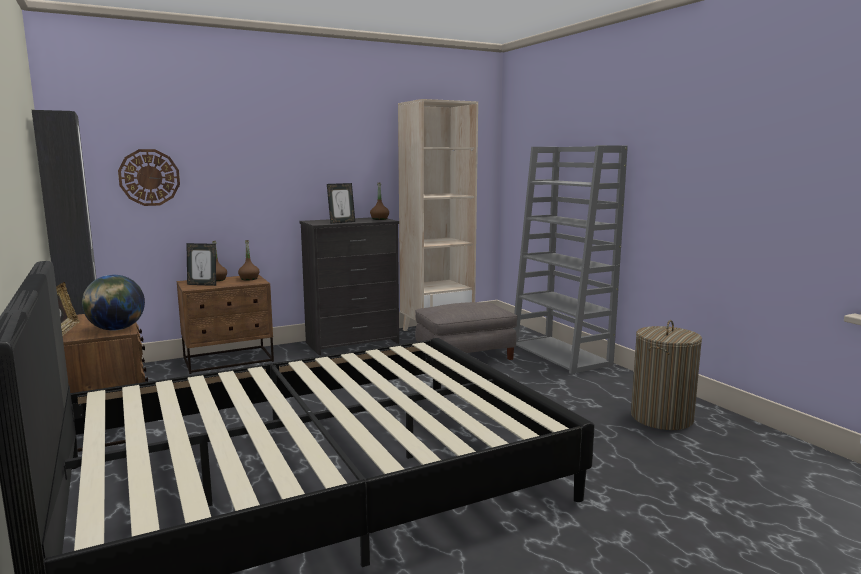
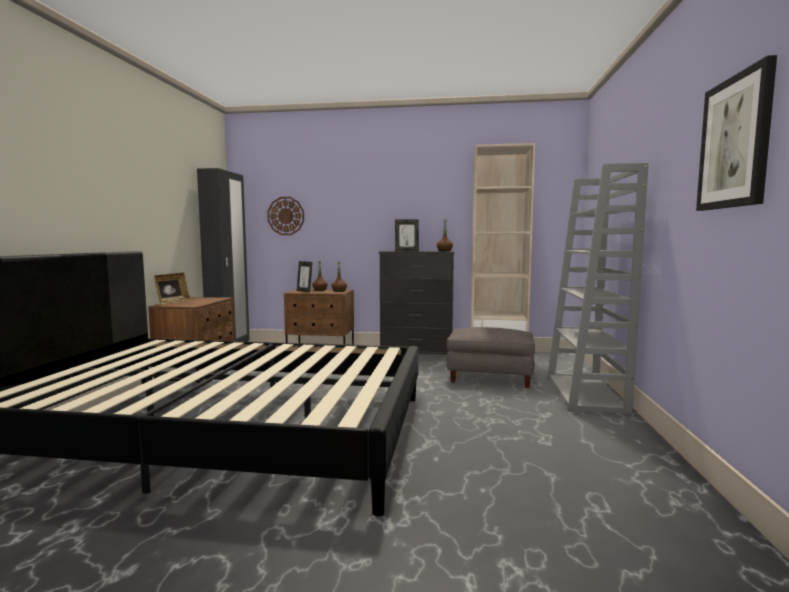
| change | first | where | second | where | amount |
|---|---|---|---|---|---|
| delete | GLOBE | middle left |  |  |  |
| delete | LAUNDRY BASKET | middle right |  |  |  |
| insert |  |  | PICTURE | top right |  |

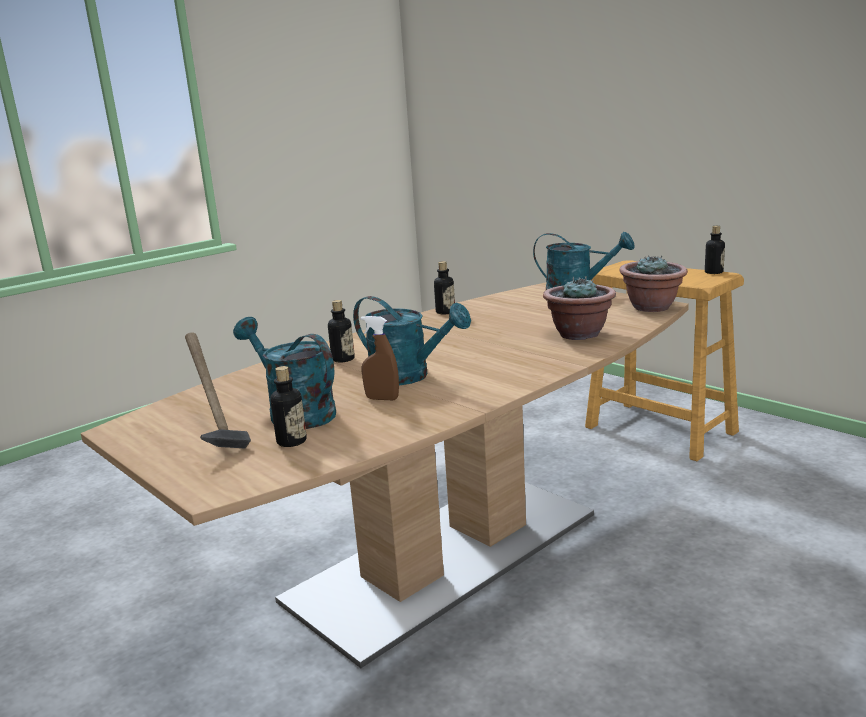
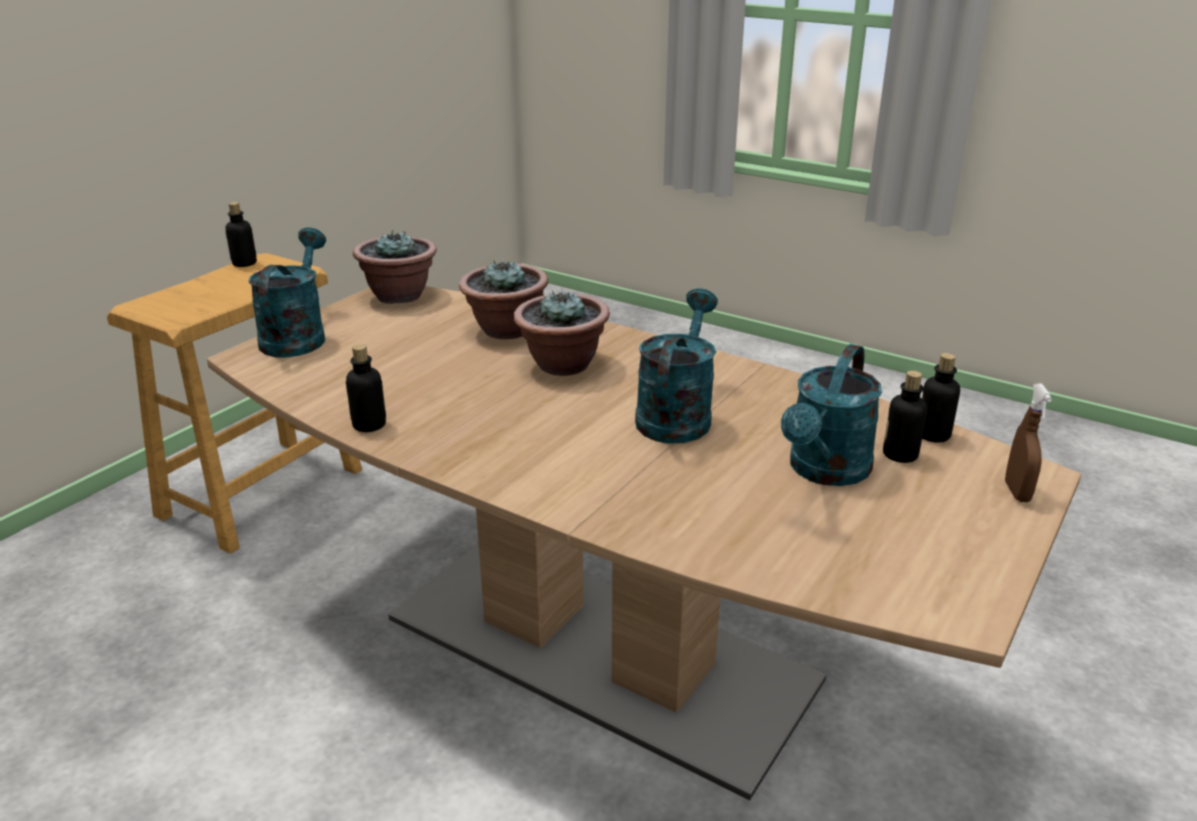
| change | first | where | second | where | amount |
|---|---|---|---|---|---|
| move | BOTTLE (2nd from left in the first image) | centre | BOTTLE (4th from left) | middle right |  |
| move | BROWN SPRAY BOTTLE | centre |  | middle right |  |
| delete | HAMMER | middle left |  |  |  |
| insert |  |  | POTTED PLANT (3rd from left) | centre |  |

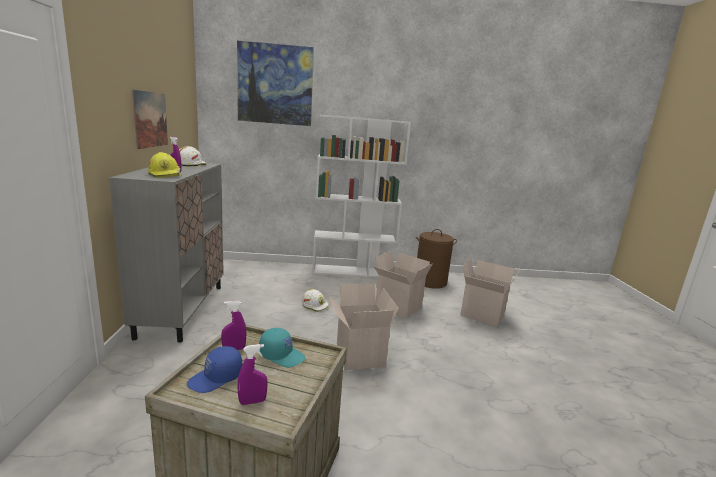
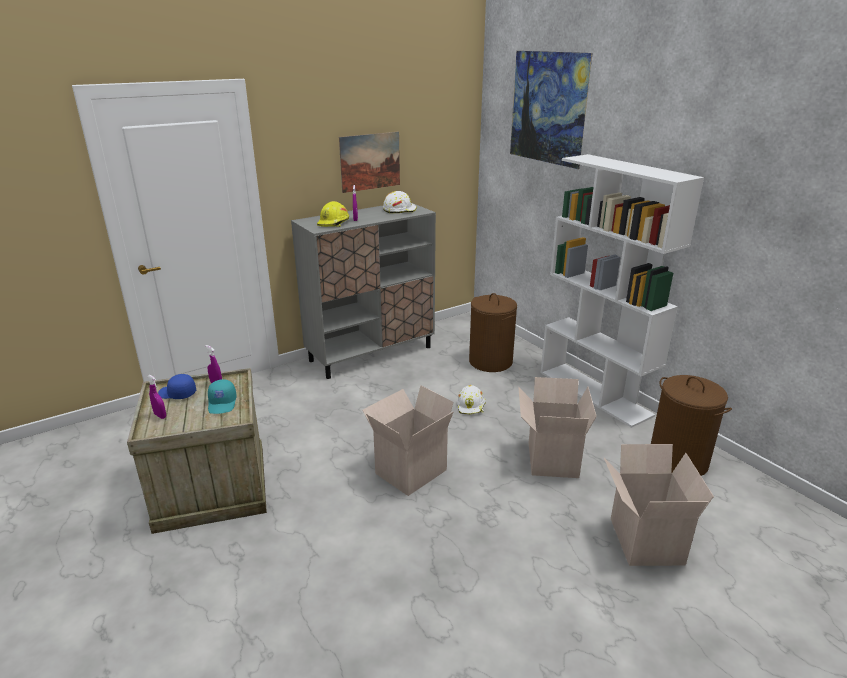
| change | first | where | second | where | amount |
|---|---|---|---|---|---|
| insert |  |  | BROWN LAUNDRY BASKET (1st from left) | centre |  |

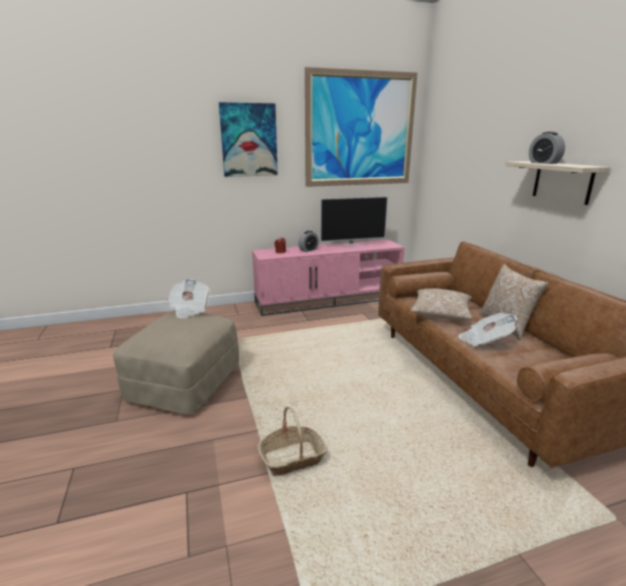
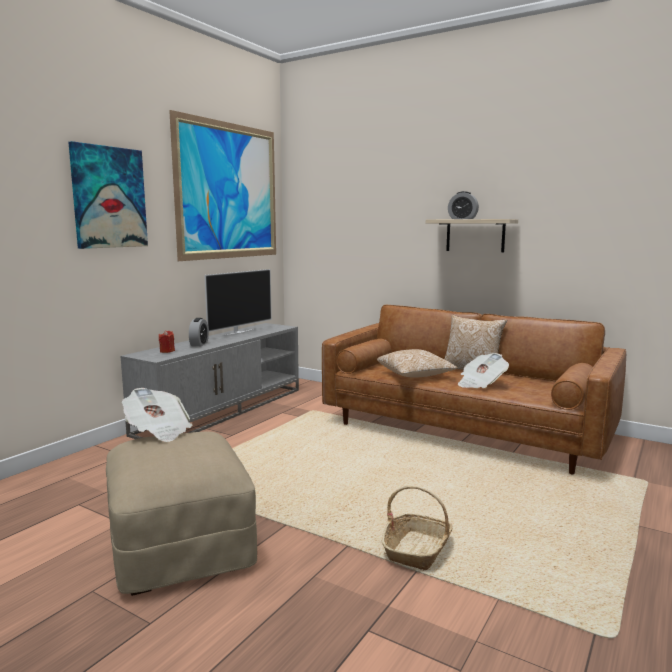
| change | first | where | second | where | amount |
|---|---|---|---|---|---|
| recolor | PINK TV STAND | centre | GREY TV STAND | middle left |  |

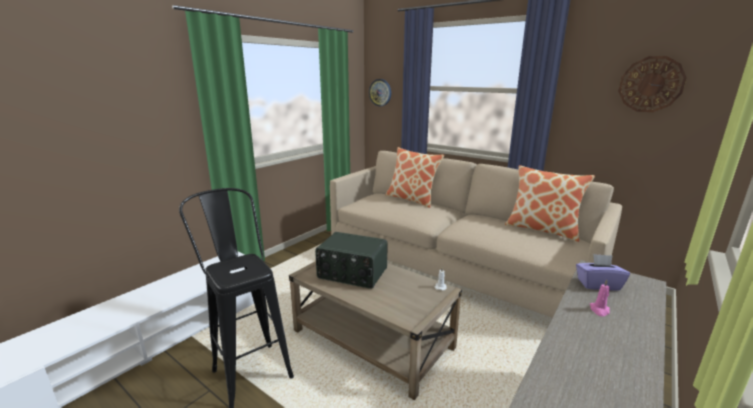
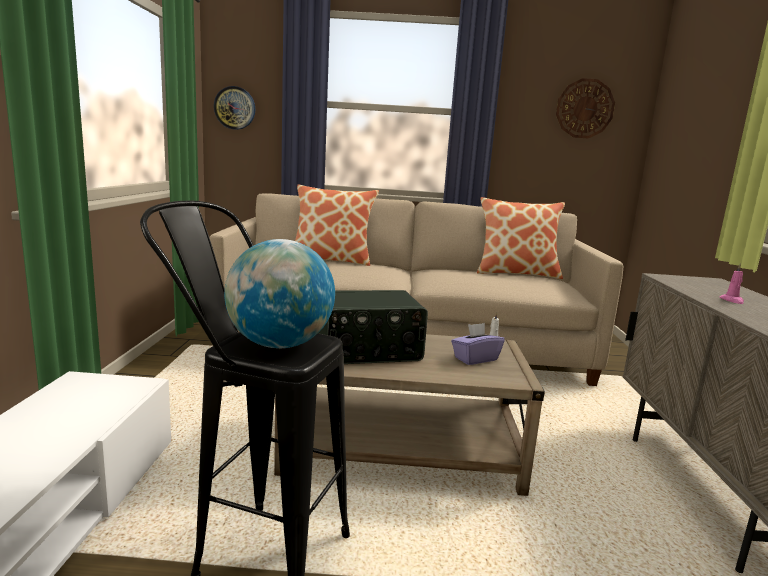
| change | first | where | second | where | amount |
|---|---|---|---|---|---|
| move | PURPLE TISSUE BOX | bottom right |  | centre |  |
| insert |  |  | GLOBE | centre |  |

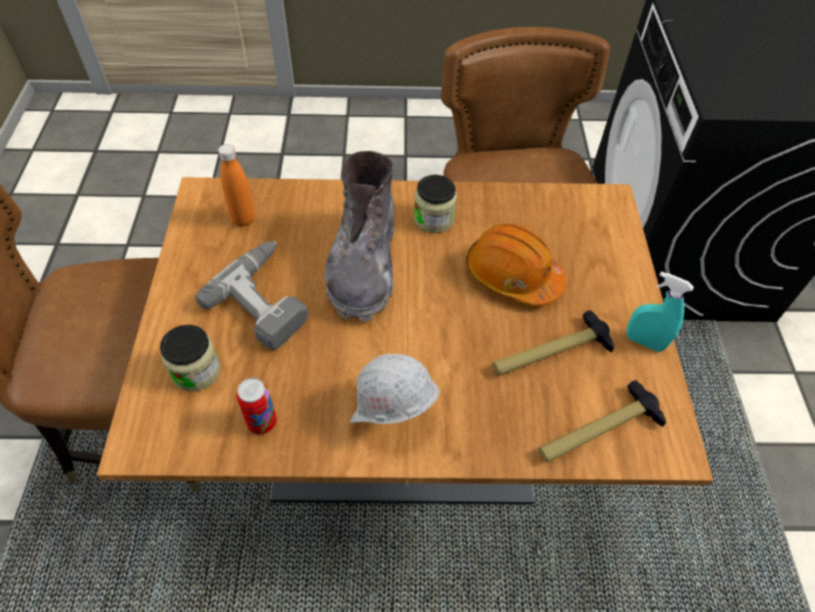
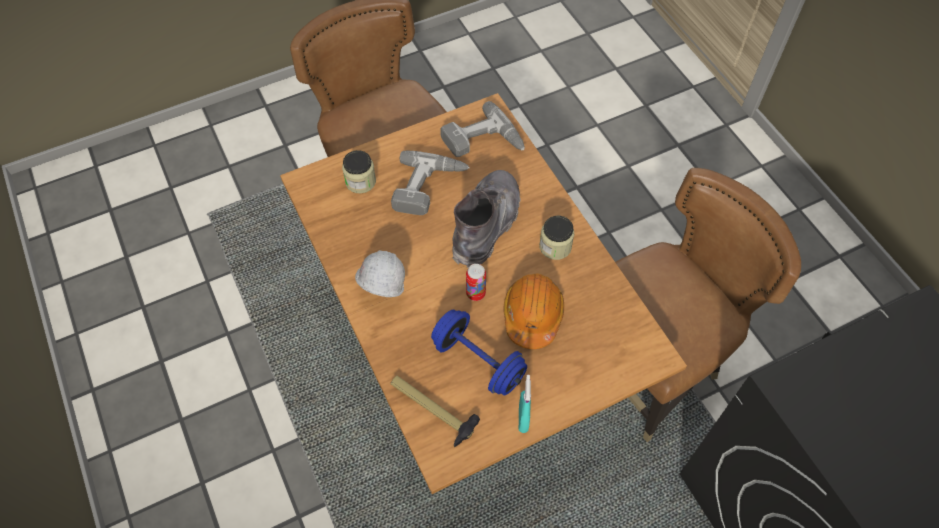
| change | first | where | second | where | amount |
|---|---|---|---|---|---|
| replace | ORANGE BOTTLE | top left | POWER DRILL (2nd from left) | top centre |  |
| rotate | GREY BOOT | centre |  | centre | 135 degrees clockwise |
| replace | HAMMER (1st from left) | middle right | BLUE DUMBBELL | bottom centre |  |
| move | CAN | middle left |  | centre |  |

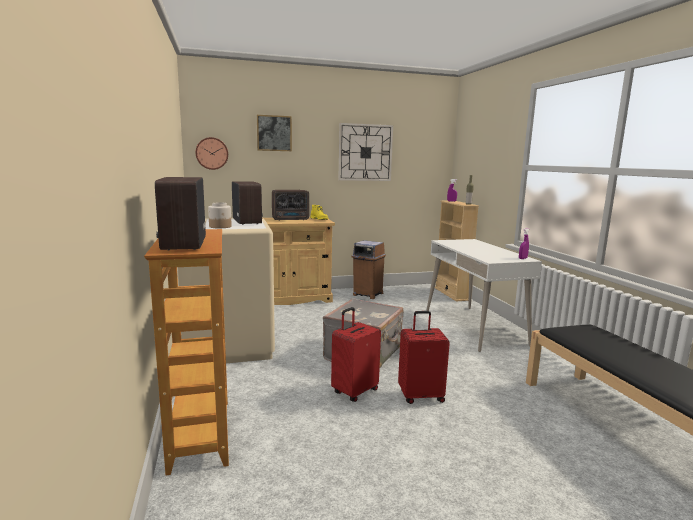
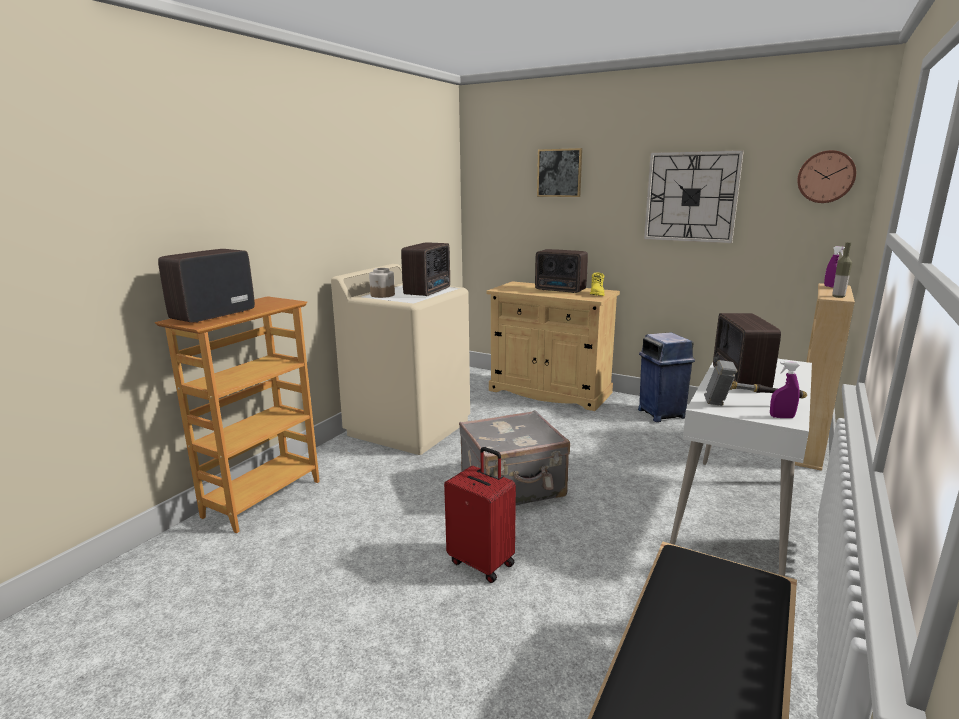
| change | first | where | second | where | amount |
|---|---|---|---|---|---|
| move | WALL CLOCK (1st from left in the first image) | top left | WALL CLOCK (2nd from left) | top right |  |
| recolor | BROWN TRASH CAN | centre | BLUE TRASH CAN | middle right |  |
| delete | RED SUITCASE (1st from left) | bottom centre |  |  |  |
| insert |  |  | RADIO (4th from left) | middle right |  |
| insert |  |  | HAMMER | middle right |  |

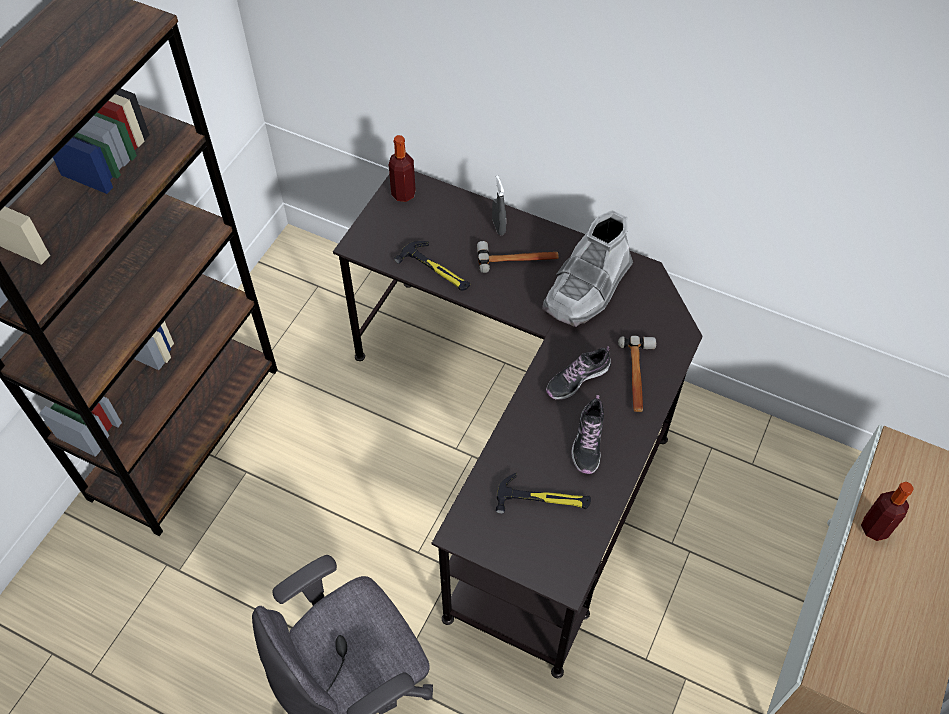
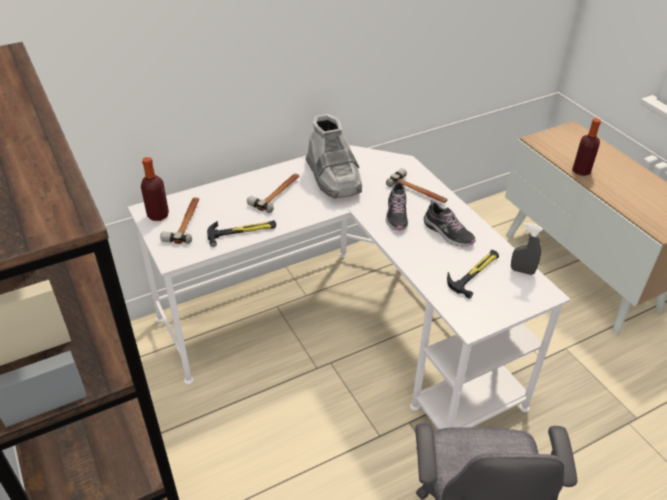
| change | first | where | second | where | amount |
|---|---|---|---|---|---|
| recolor | BLACK DESK | centre | WHITE DESK | centre |  |
| move | GREY SPRAY BOTTLE | top centre |  | middle right |  |
| insert |  |  | HAMMER (1st from left) | middle left |  |

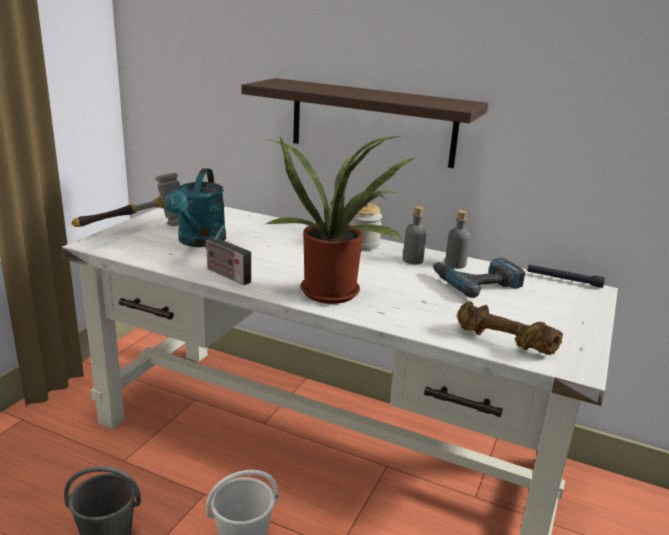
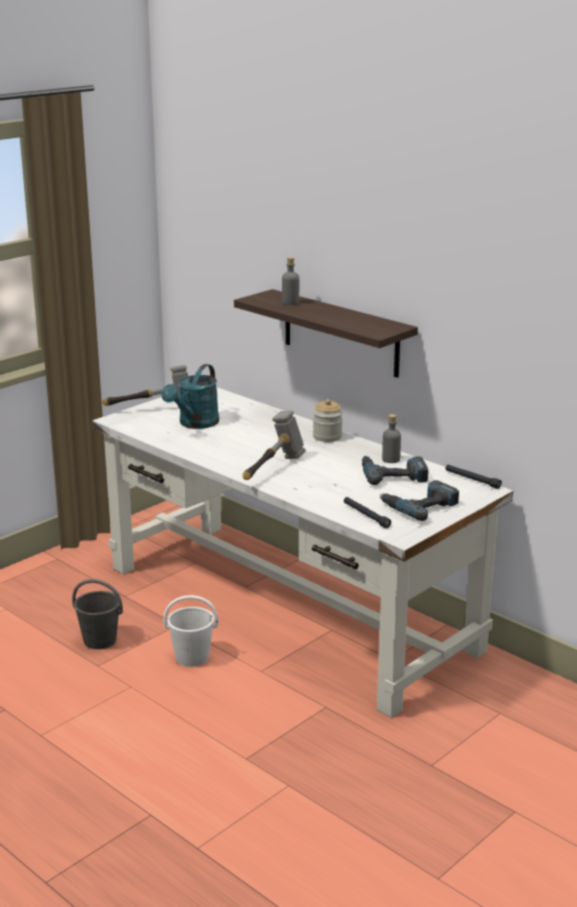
| change | first | where | second | where | amount |
|---|---|---|---|---|---|
| replace | POTTED PLANT | centre | HAMMER (2nd from left) | centre |  |
| move | GREY BOTTLE (1st from left) | centre |  | top centre |  |
| delete | RADIO | centre |  |  |  |
| replace | BROWN DUMBBELL | middle right | BLACK FLASHLIGHT (1st from left) | centre |  |
| insert |  |  | POWER DRILL (2nd from left) | middle right |  |

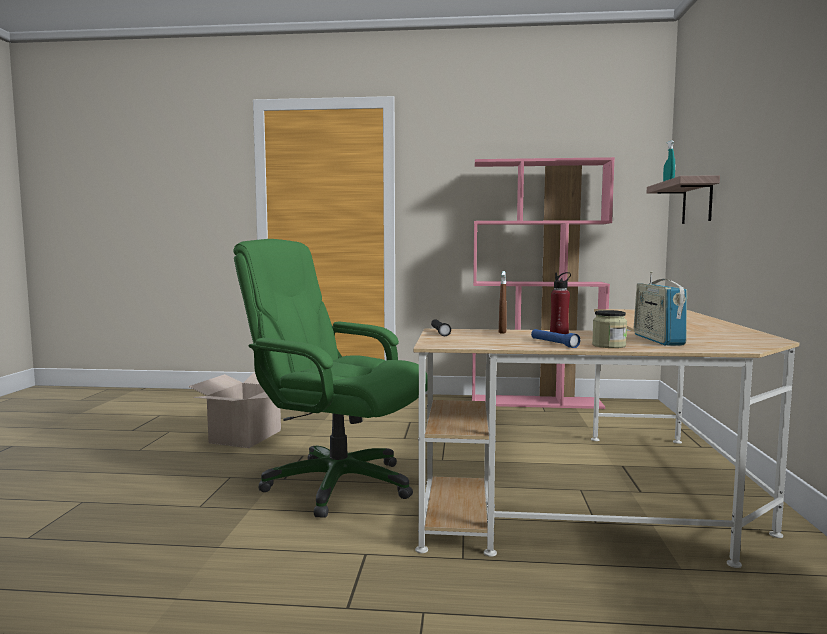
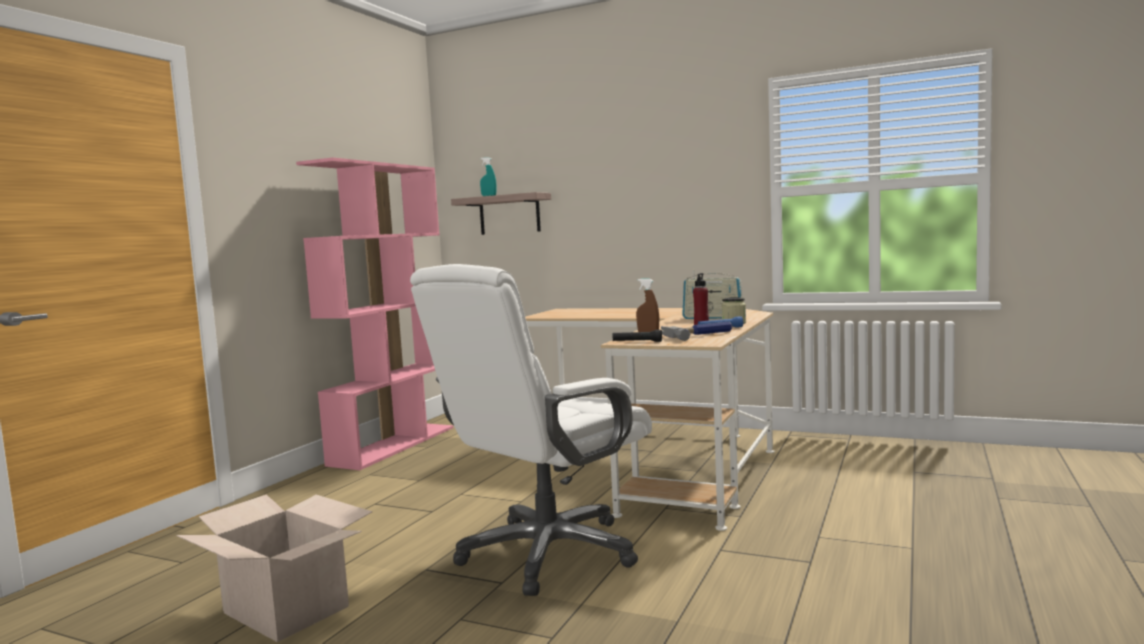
| change | first | where | second | where | amount |
|---|---|---|---|---|---|
| recolor | GREEN OFFICE CHAIR | centre | WHITE OFFICE CHAIR | bottom centre |  |
| insert |  |  | HAMMER | centre |  |

